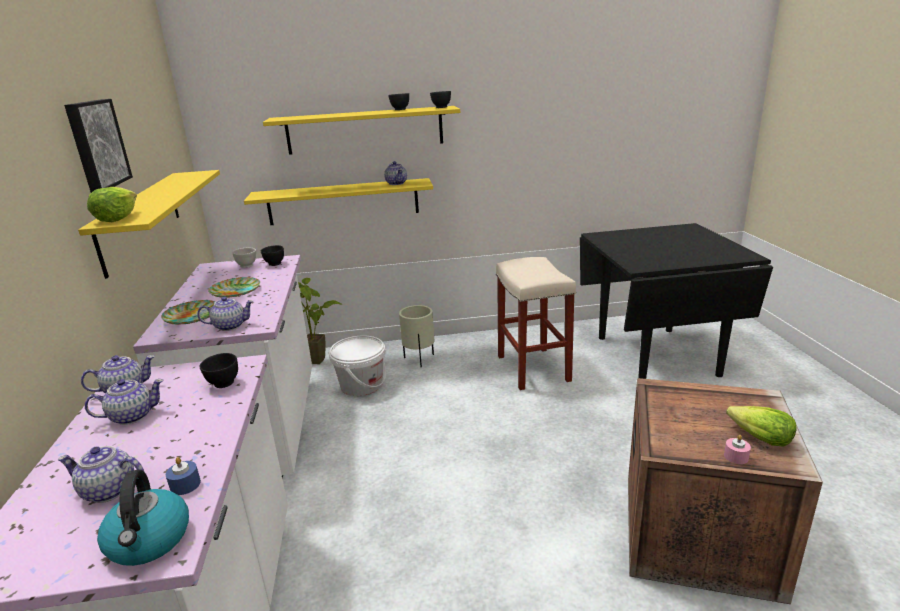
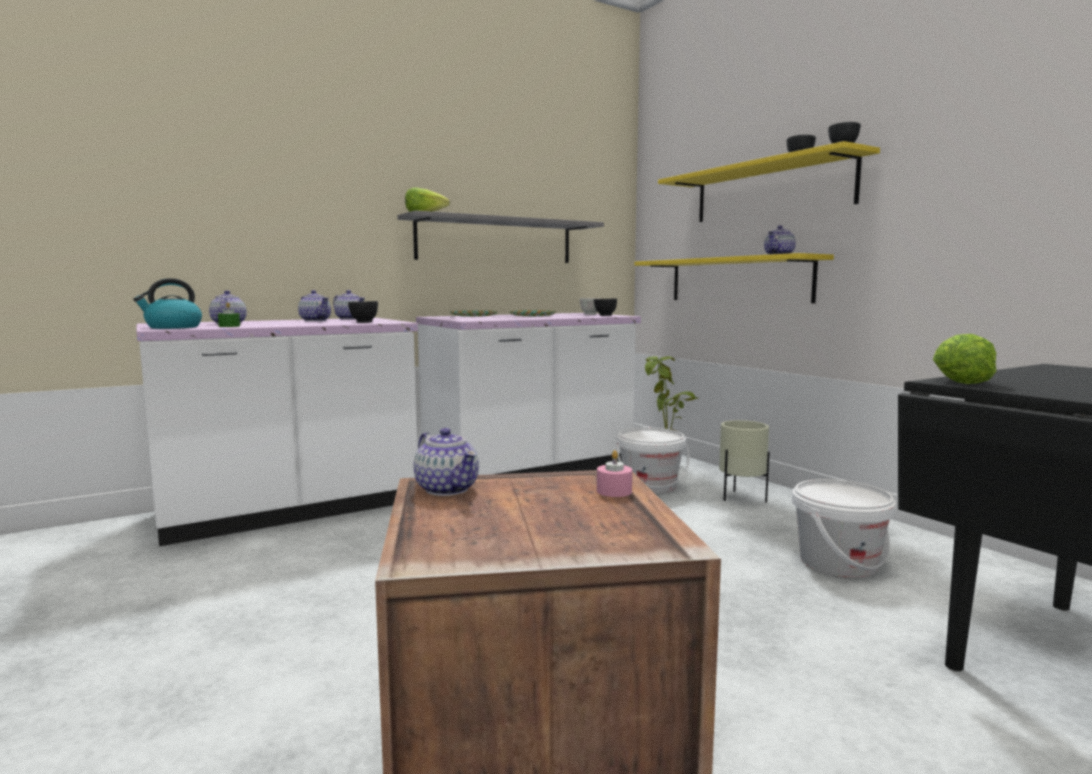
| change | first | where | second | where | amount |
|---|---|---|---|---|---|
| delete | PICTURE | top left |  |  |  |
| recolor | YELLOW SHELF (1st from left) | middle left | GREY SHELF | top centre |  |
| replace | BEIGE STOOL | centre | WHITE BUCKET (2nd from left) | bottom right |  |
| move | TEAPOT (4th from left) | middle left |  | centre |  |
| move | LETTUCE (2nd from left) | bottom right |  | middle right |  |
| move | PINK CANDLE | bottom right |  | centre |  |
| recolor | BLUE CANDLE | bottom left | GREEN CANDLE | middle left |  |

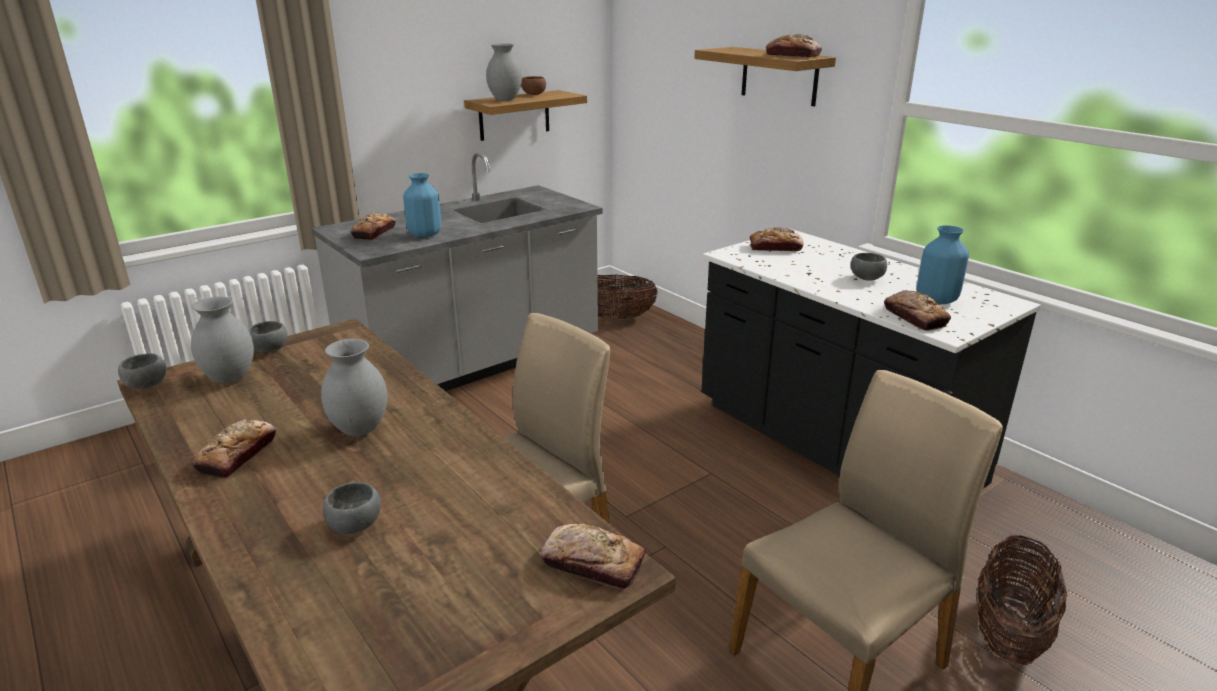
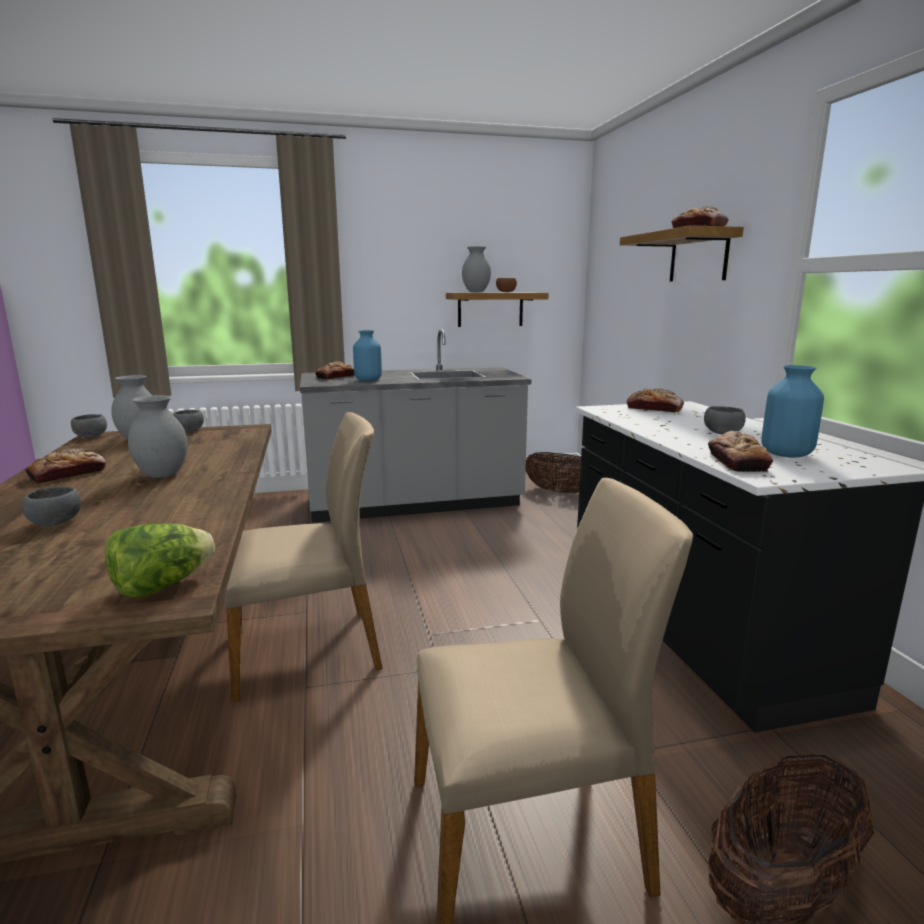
| change | first | where | second | where | amount |
|---|---|---|---|---|---|
| replace | BREAD (3rd from left) | bottom centre | LETTUCE | middle left |  |

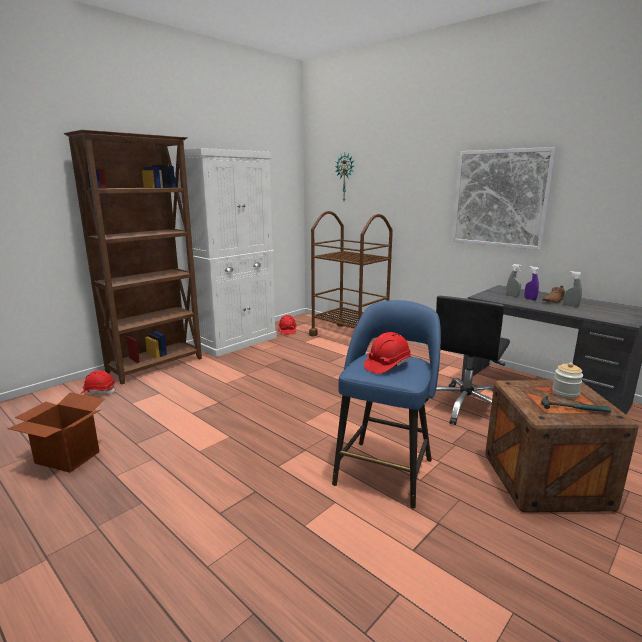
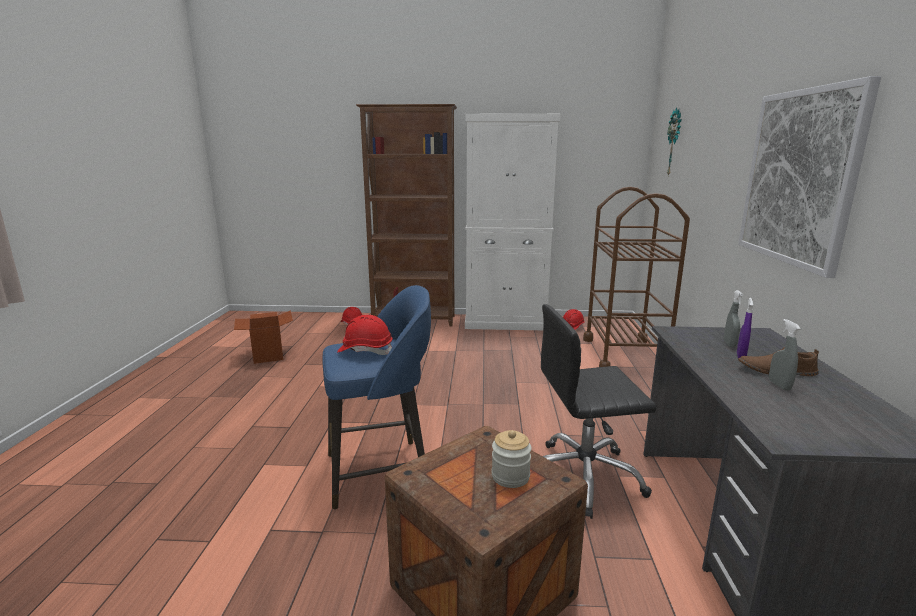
| change | first | where | second | where | amount |
|---|---|---|---|---|---|
| delete | HAMMER | middle right |  |  |  |

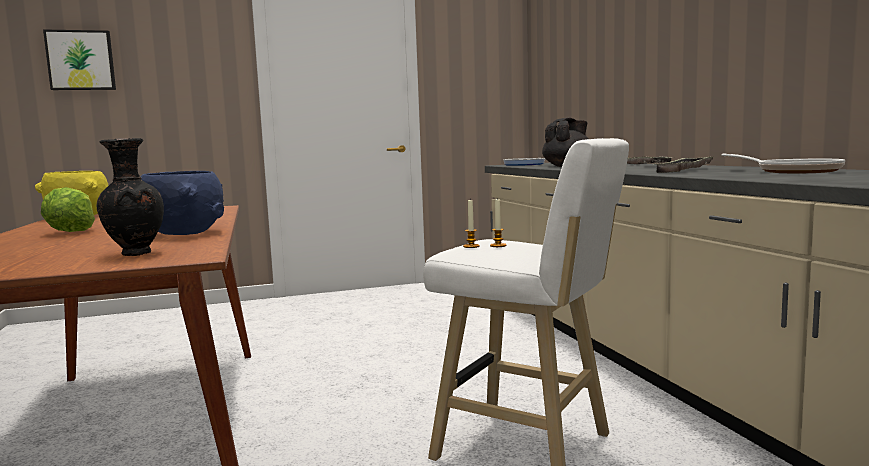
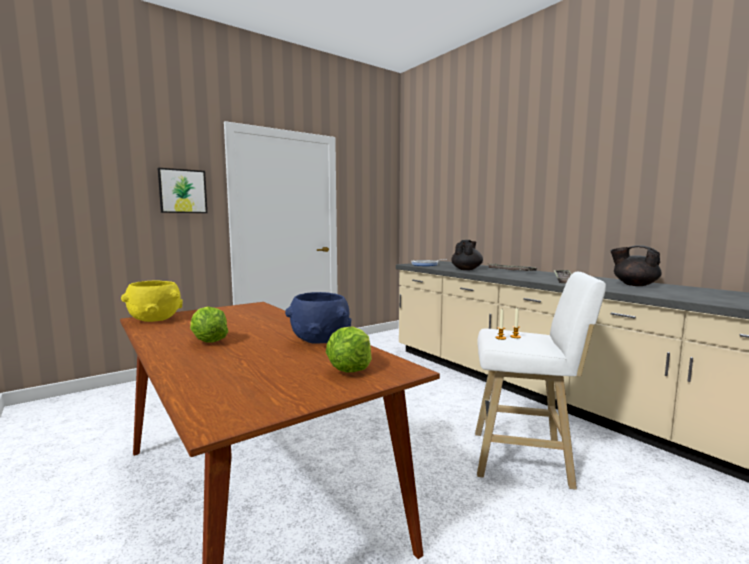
| change | first | where | second | where | amount |
|---|---|---|---|---|---|
| move | PICTURE | top left |  | middle left |  |
| replace | BLACK VASE | middle left | LETTUCE (2nd from left) | centre |  |
| replace | FRYING PAN (2nd from left) | middle right | BLACK TEAPOT (2nd from left) | middle right |  |

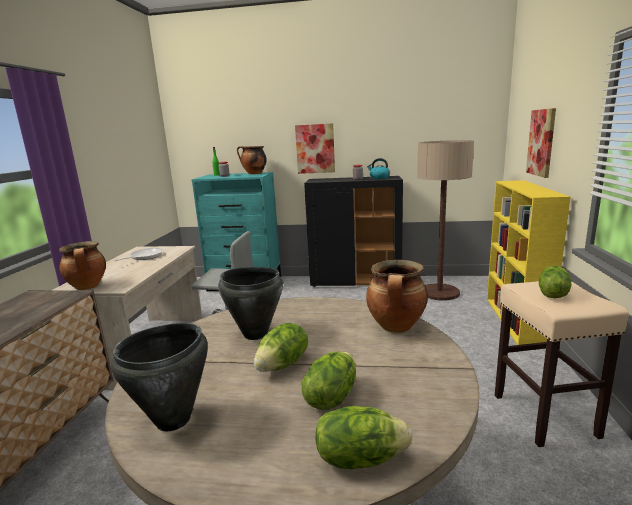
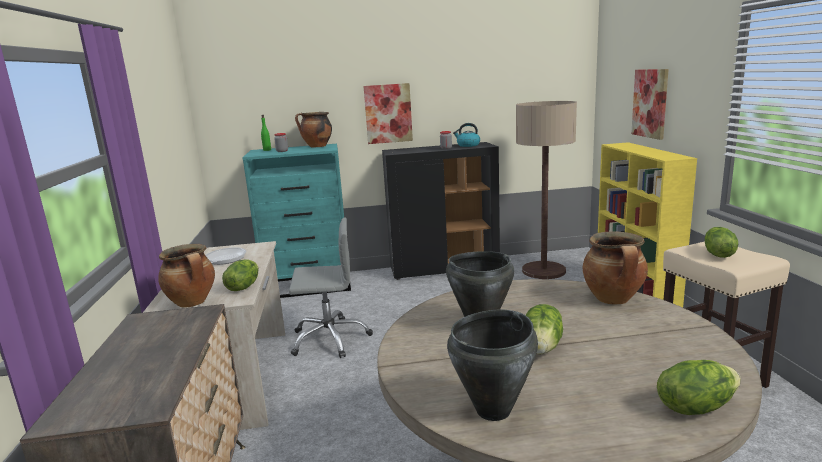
| change | first | where | second | where | amount |
|---|---|---|---|---|---|
| move | LETTUCE (2nd from left in the first image) | bottom centre | LETTUCE (1st from left) | middle left |  |

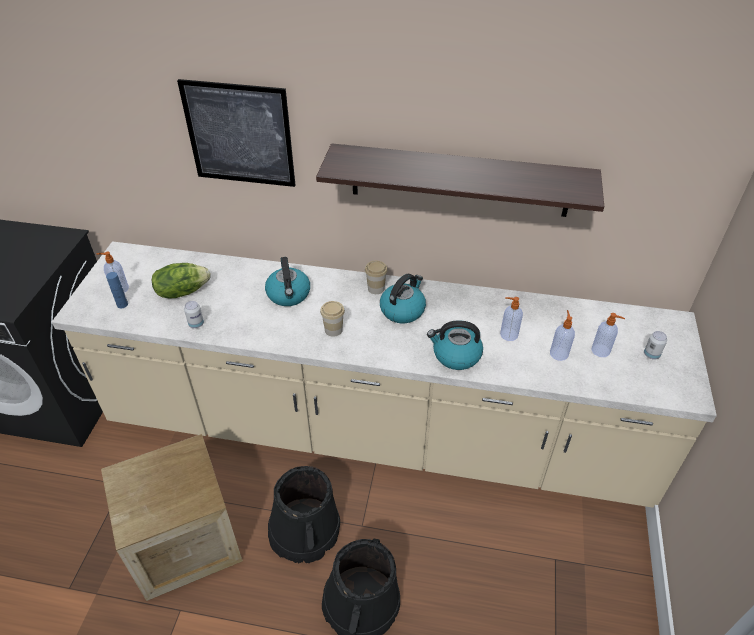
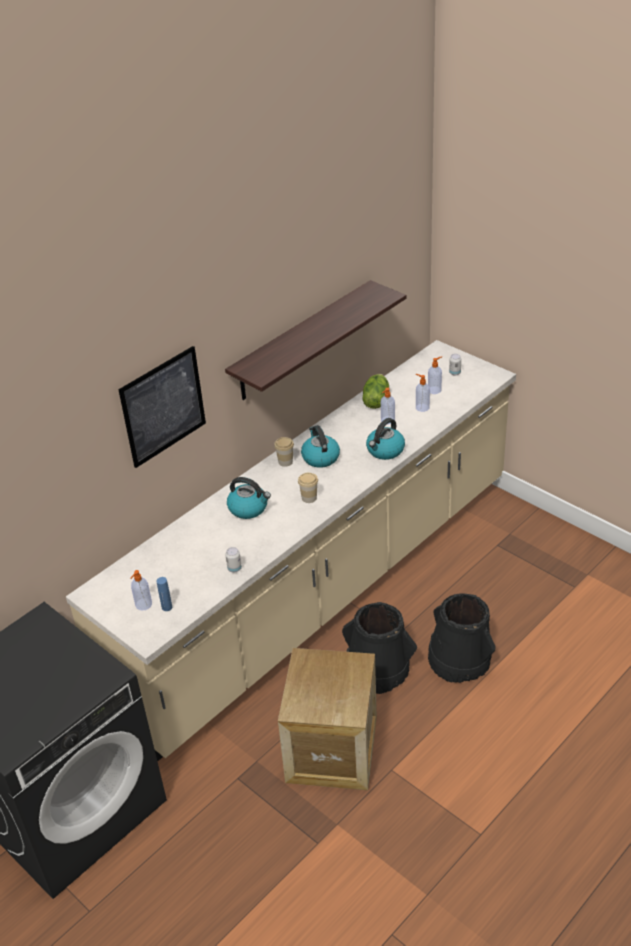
| change | first | where | second | where | amount |
|---|---|---|---|---|---|
| move | LETTUCE | middle left |  | centre |  |

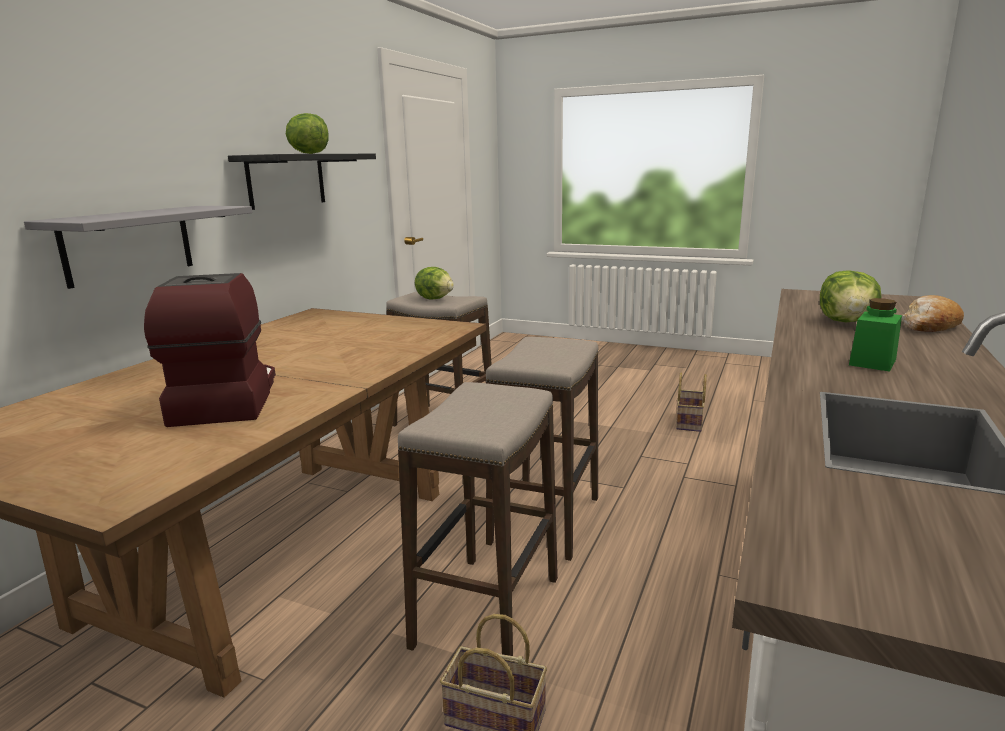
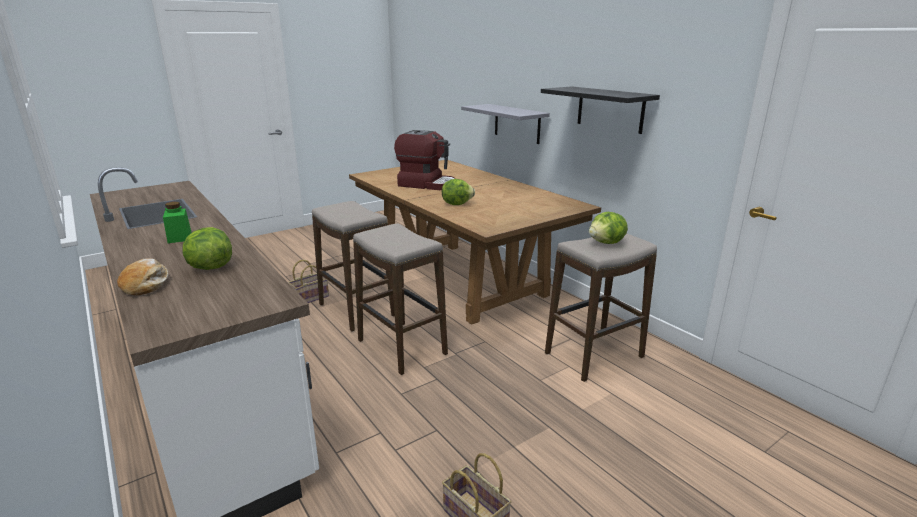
| change | first | where | second | where | amount |
|---|---|---|---|---|---|
| move | LETTUCE (1st from left in the first image) | top left | LETTUCE (2nd from left) | centre |  |

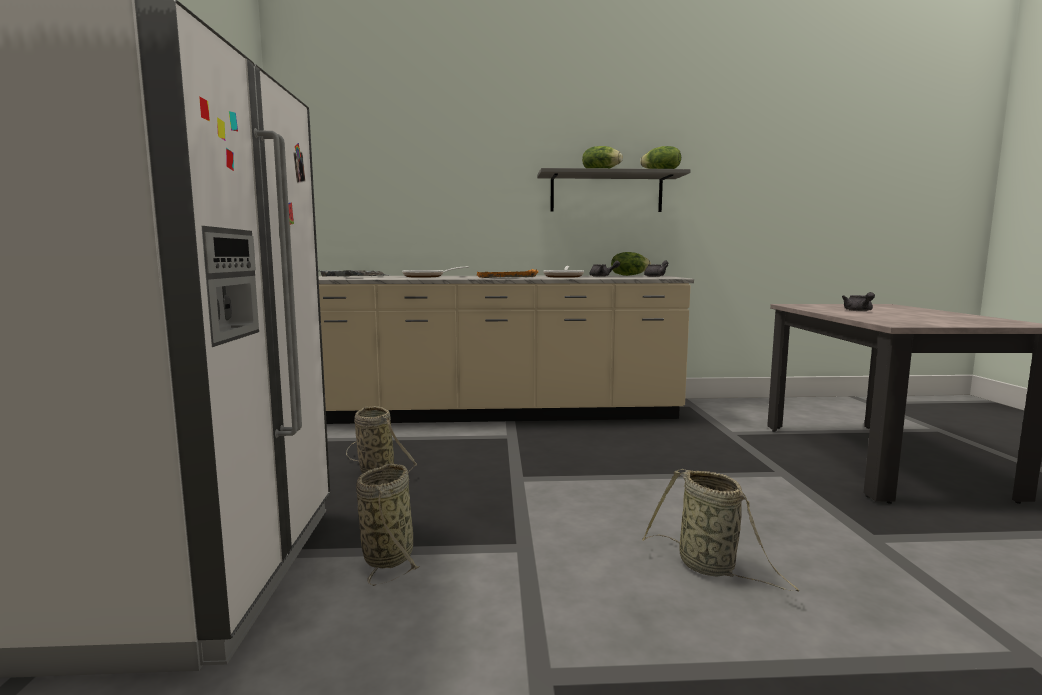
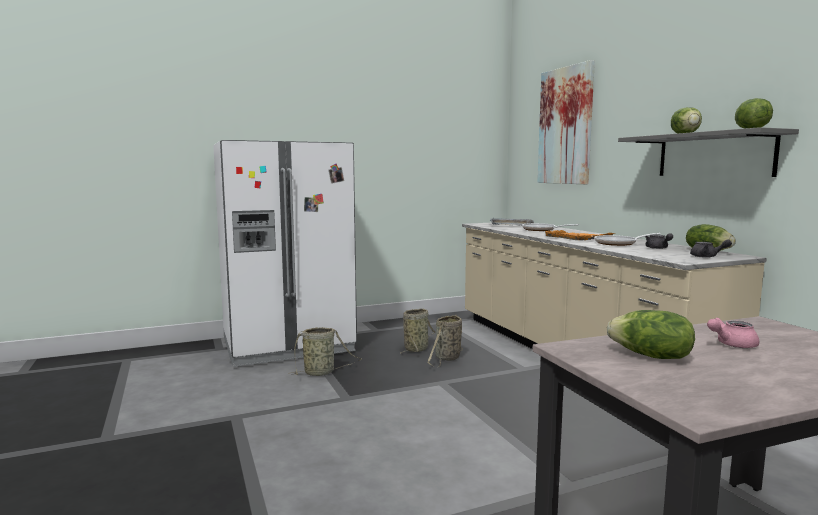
| change | first | where | second | where | amount |
|---|---|---|---|---|---|
| recolor | GREY TEAPOT (3rd from left) | middle right | PINK TEAPOT | middle right |  |
| move | BASKET (3rd from left) | bottom right |  | centre |  |
| insert |  |  | PICTURE | top right |  |
| insert |  |  | LETTUCE (1st from left) | middle right |  |

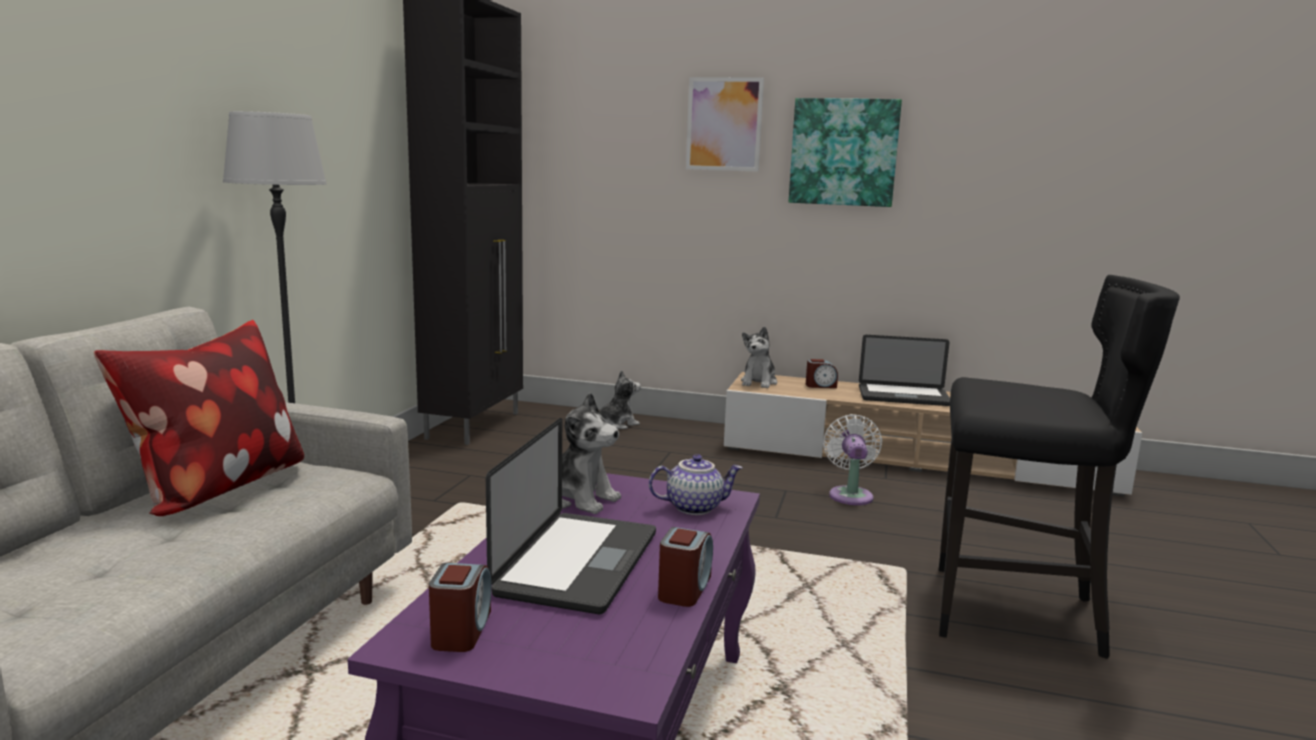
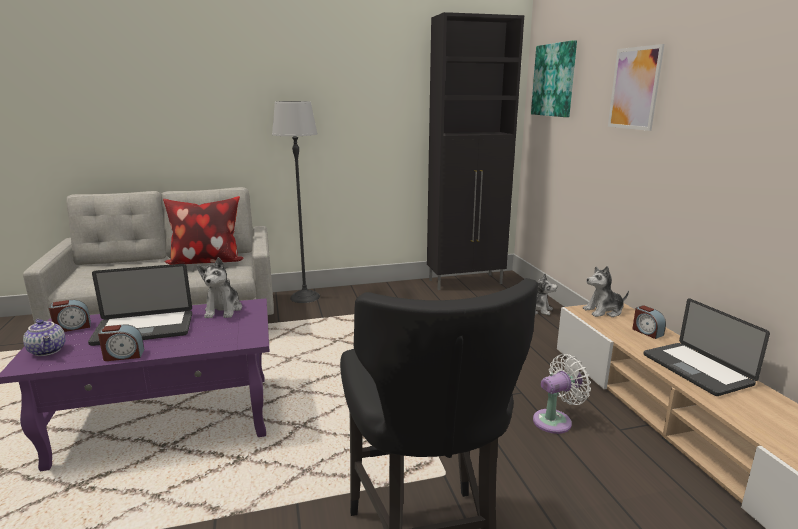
| change | first | where | second | where | amount |
|---|---|---|---|---|---|
| move | PICTURE (2nd from left in the first image) | top centre | PICTURE (1st from left) | top right |  |
| move | TEAPOT | centre |  | middle left |  |

